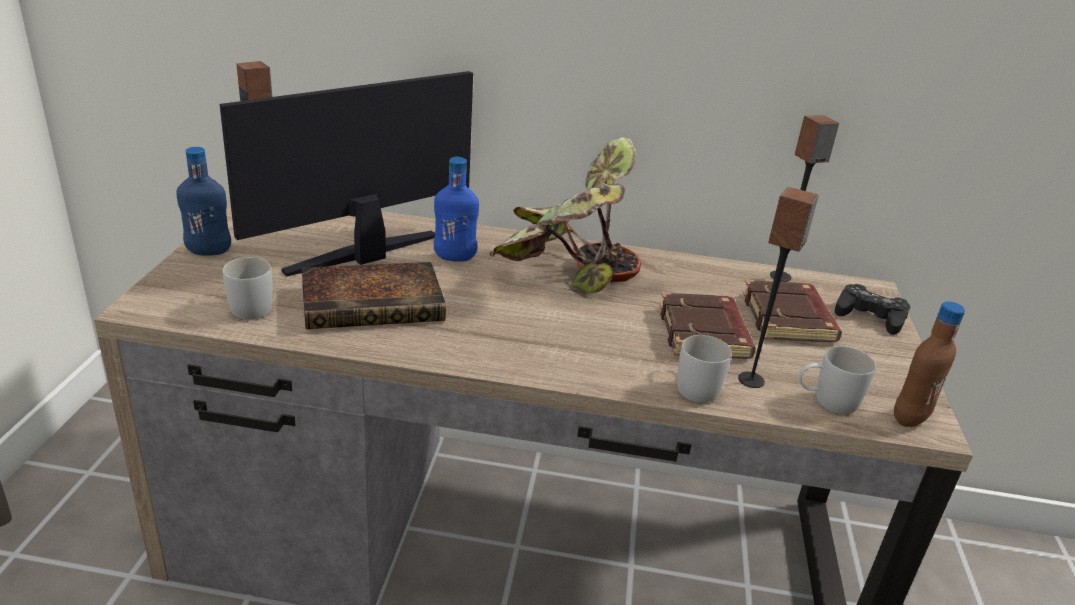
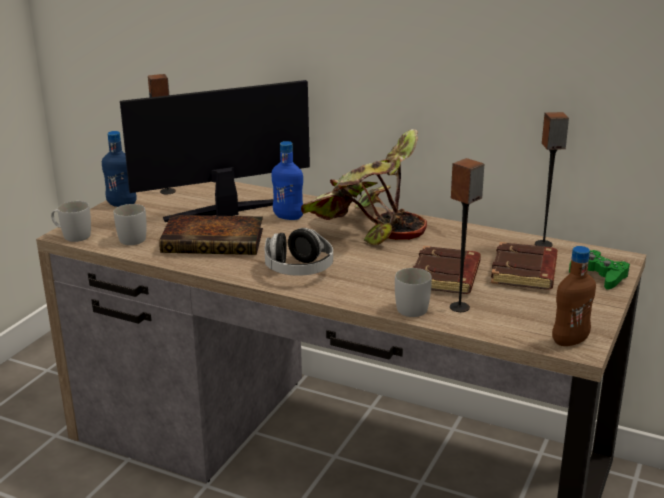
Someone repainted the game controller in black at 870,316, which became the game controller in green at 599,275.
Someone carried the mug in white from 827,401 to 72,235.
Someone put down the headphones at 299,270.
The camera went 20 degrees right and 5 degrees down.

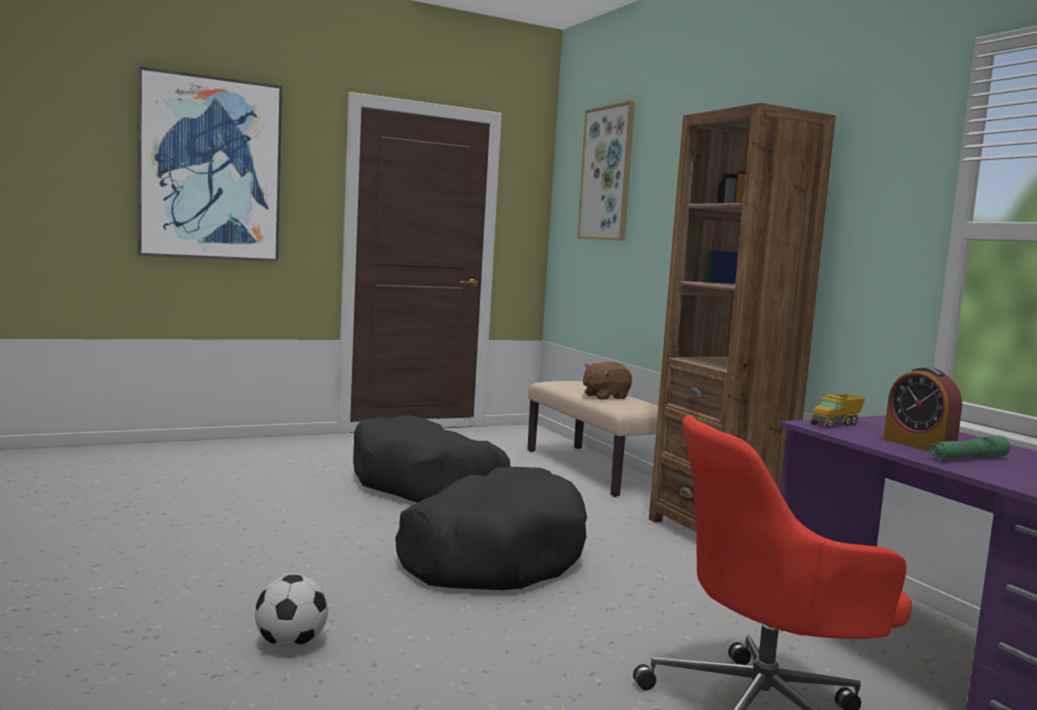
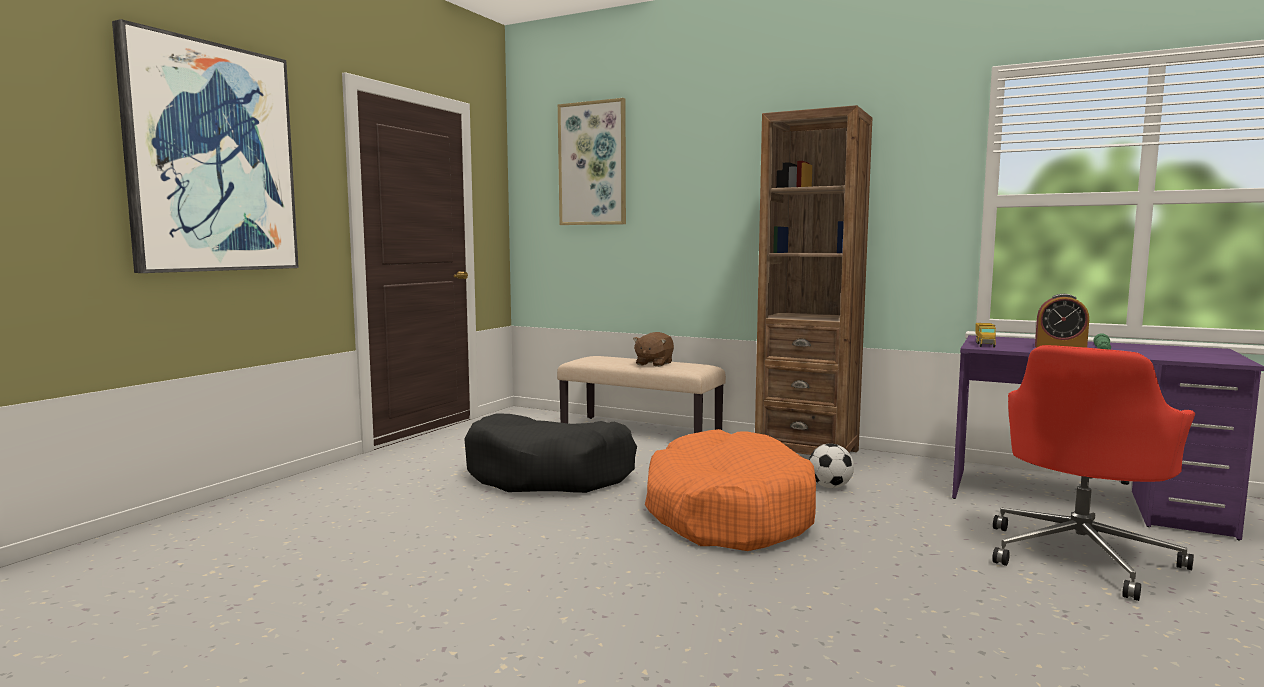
Someone repainted the dog bed in black at 492,554, which became the dog bed in orange at 727,514.
Someone carried the football from 291,644 to 830,487.
The camera went 35 degrees left and 0 degrees up.

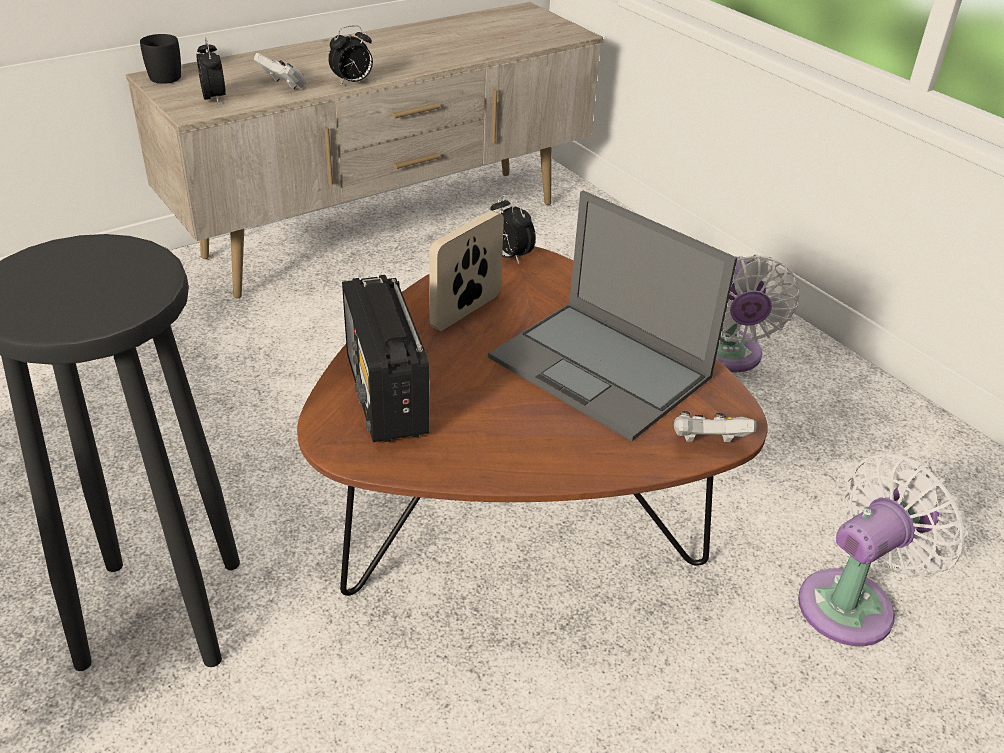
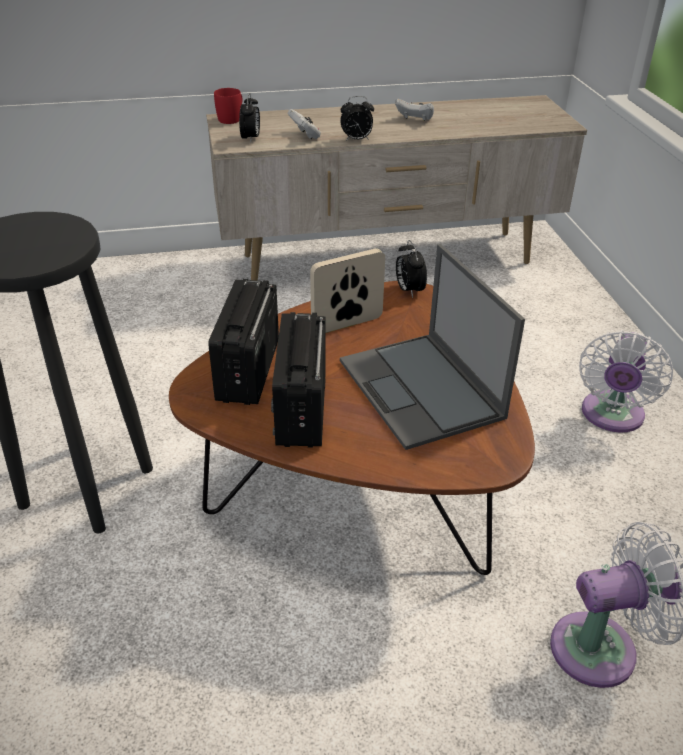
Someone repainted the mug in black at 167,75, which became the mug in red at 232,118.
Someone carried the game controller in white from 707,443 to 415,120.
Someone put down the radio at 301,409.
The camera went 25 degrees right and 0 degrees up.

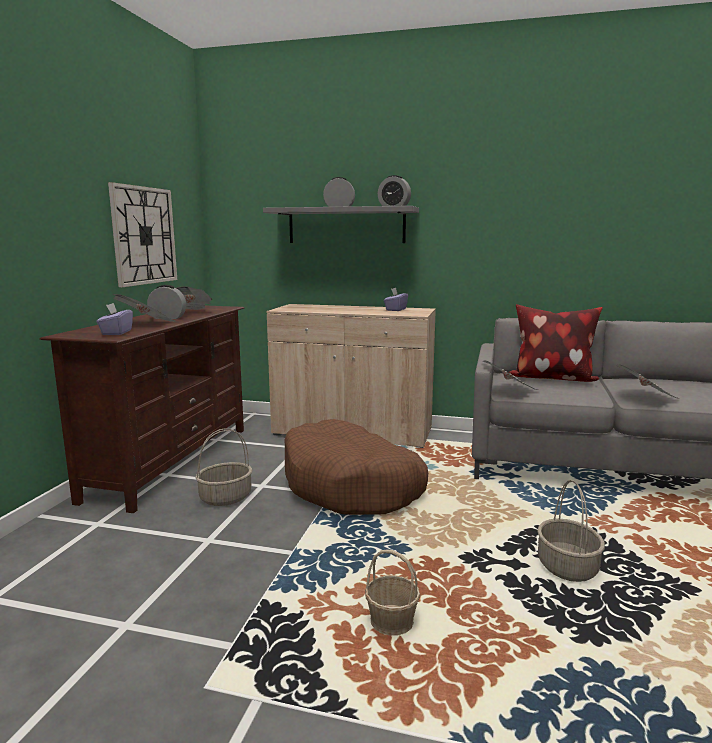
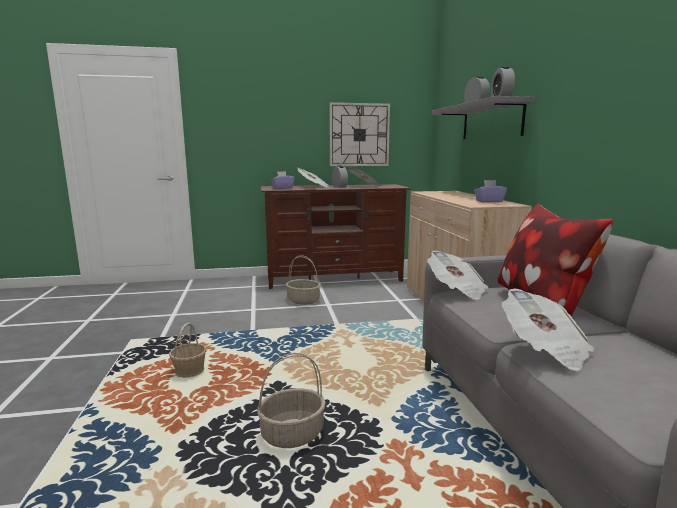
Someone took away the dog bed in brown at 351,485.
The camera went 65 degrees right and 0 degrees up.

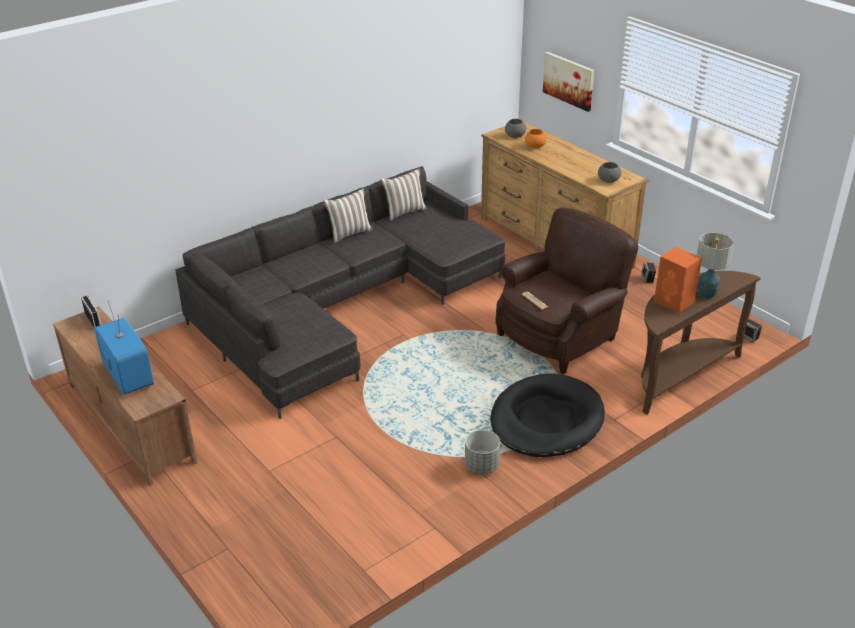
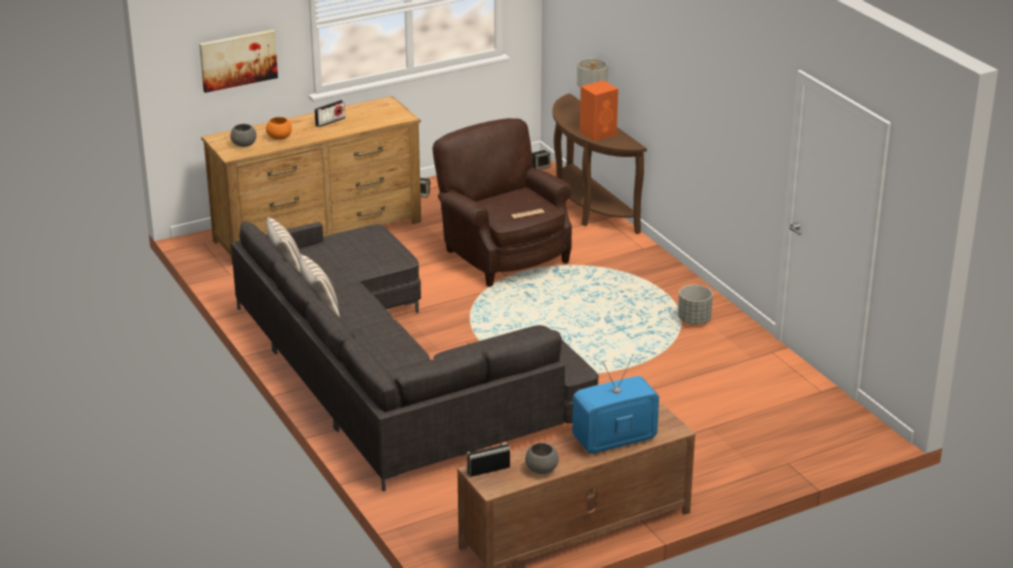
Someone carried the bowl in grey from 608,180 to 541,469.
Someone took away the dog bed in black at 546,420.
Someone put down the radio at 330,122.
The camera went 80 degrees left and 5 degrees down.

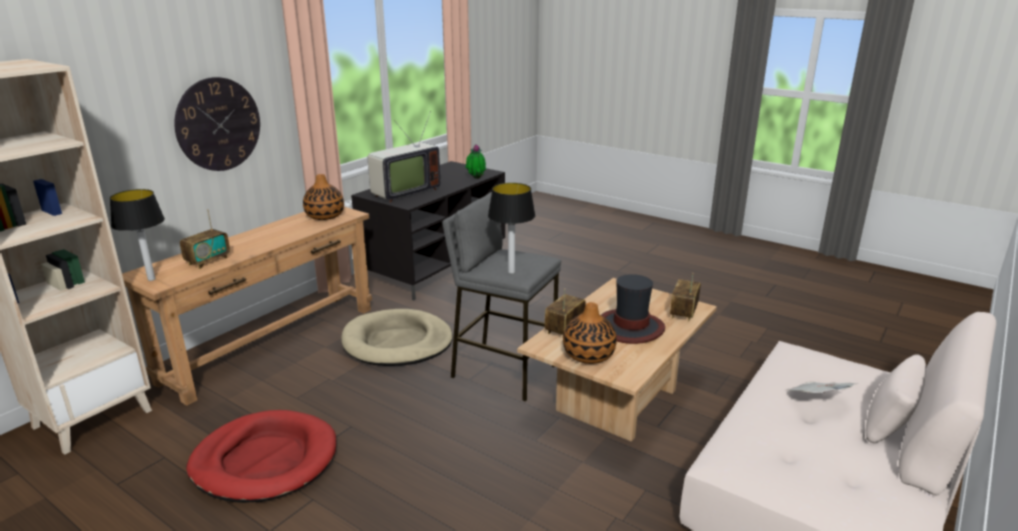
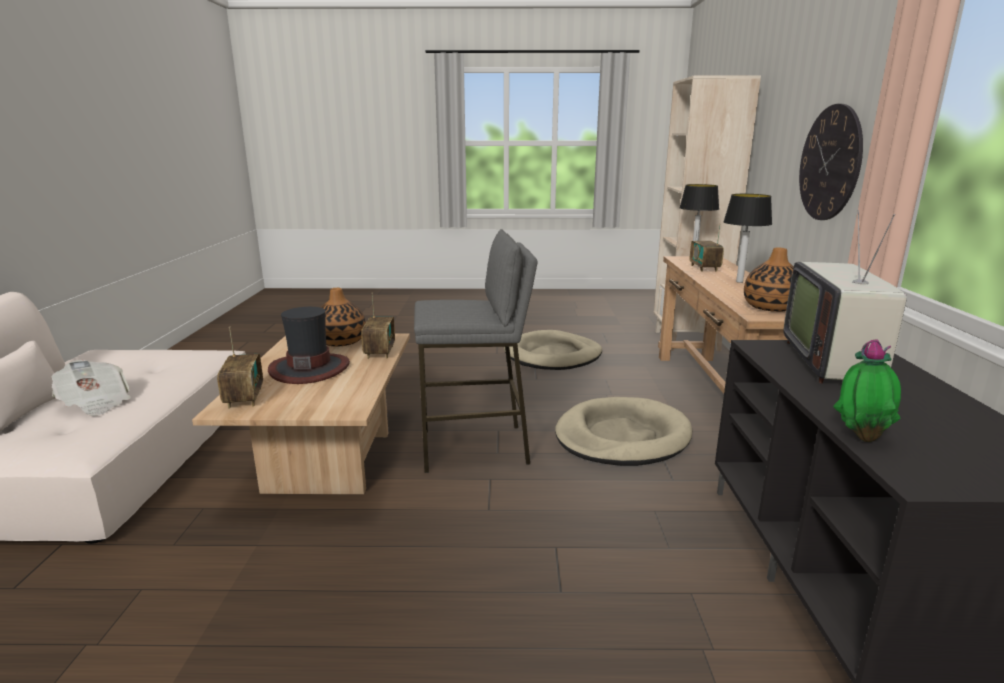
Someone carried the table lamp from 511,272 to 739,281.
Someone repainted the dog bed in red at 265,460, which became the dog bed in beige at 553,355.
The camera went 145 degrees right and 5 degrees down.

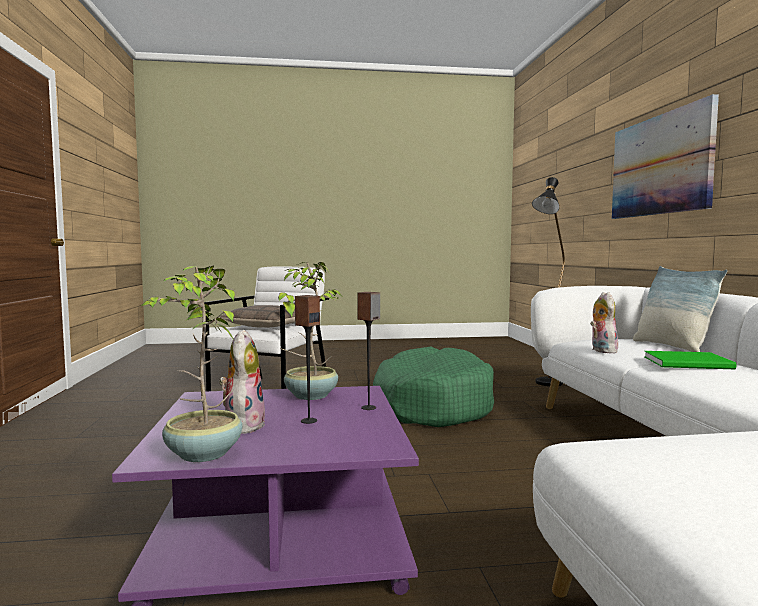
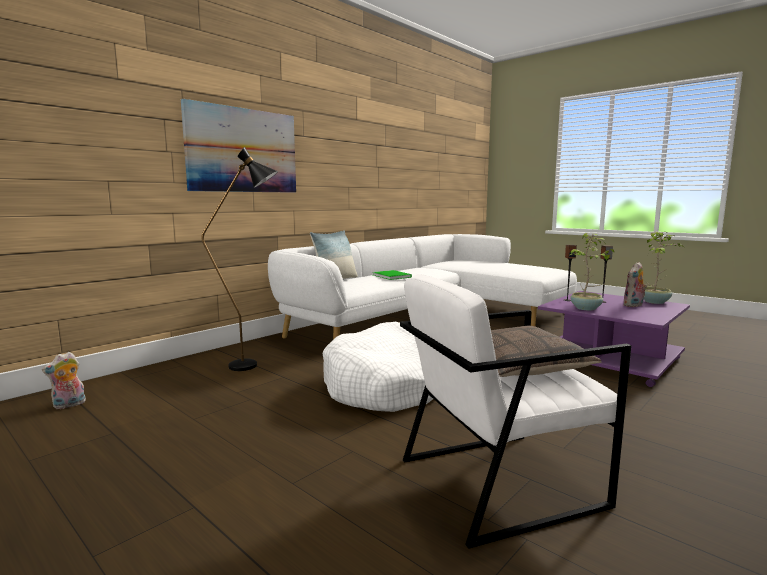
Someone carried the plush toy from 601,350 to 69,405.
Someone repainted the dog bed in green at 432,405, which became the dog bed in white at 389,385.
The camera went 130 degrees left and 5 degrees up.

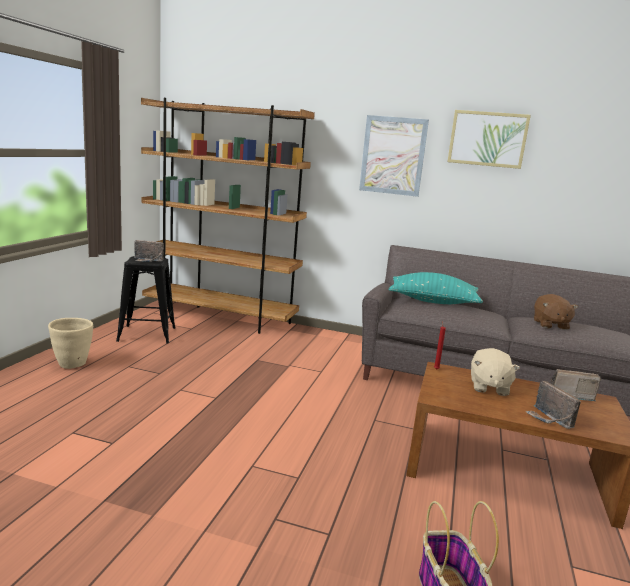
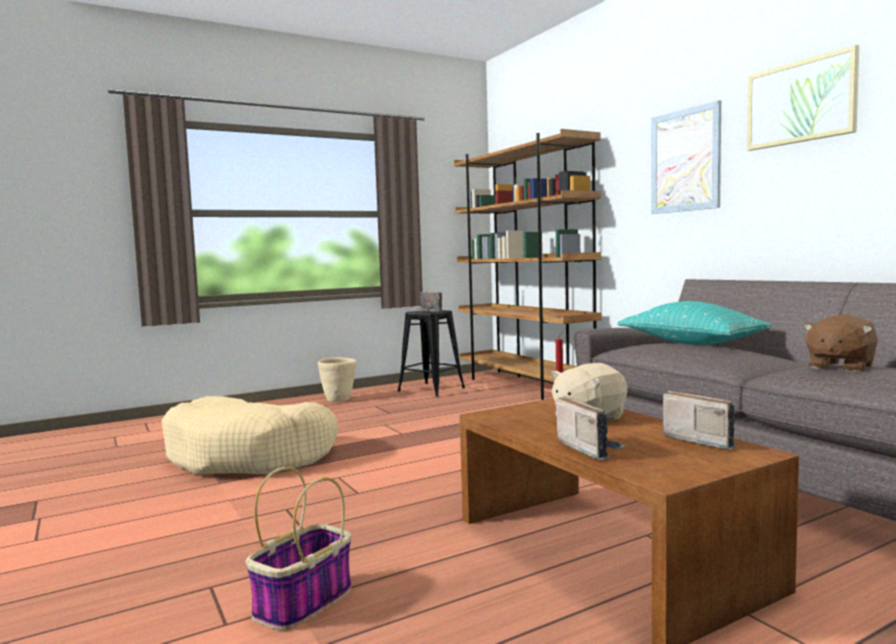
Someone rotated the radio at 548,419 by 135 degrees clockwise.
Someone put down the dog bed in beige at 252,456.
The camera went 45 degrees right and 10 degrees down.

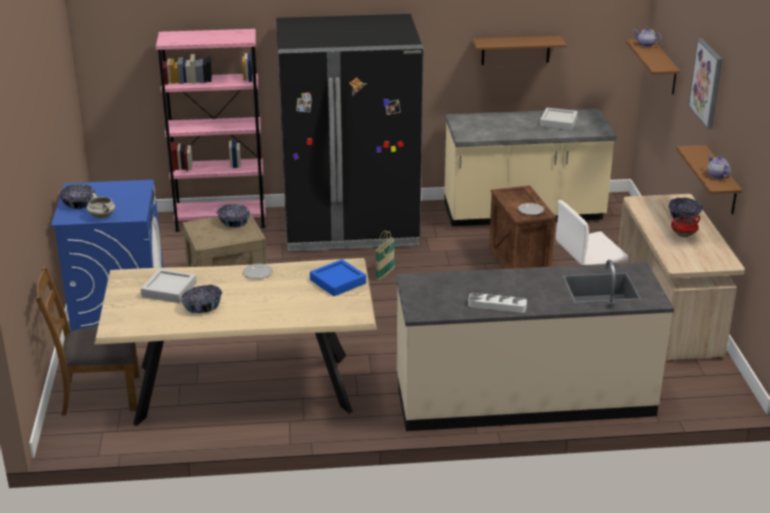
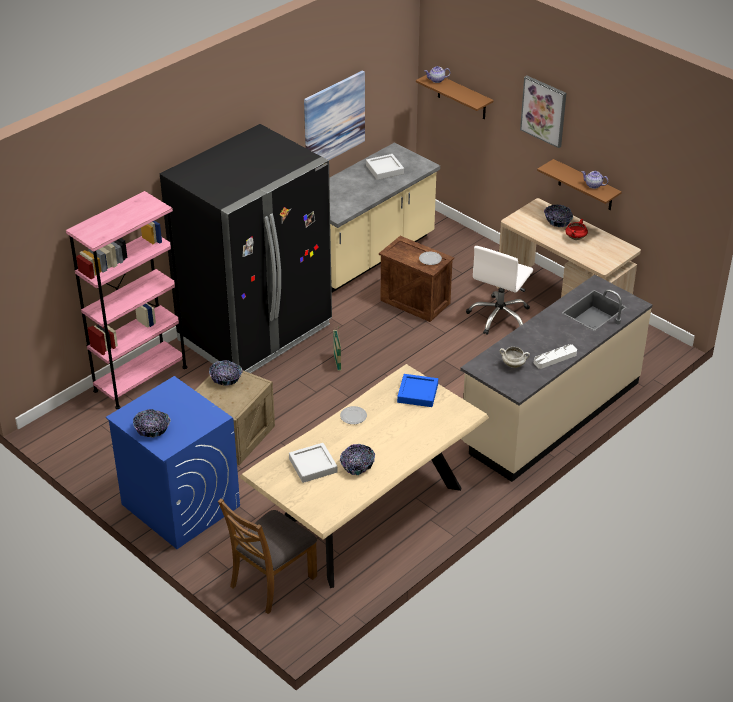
Someone swapped the shelf in brown at 515,50 for the picture at 334,120.
Someone carried the cooking pot in white from 102,216 to 513,364.
The camera went 40 degrees left and 10 degrees up.

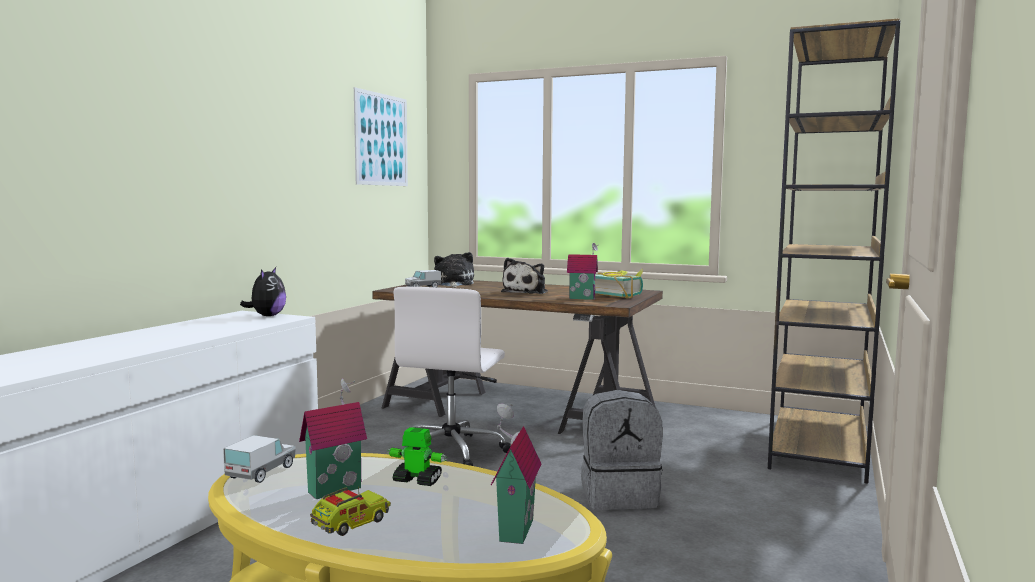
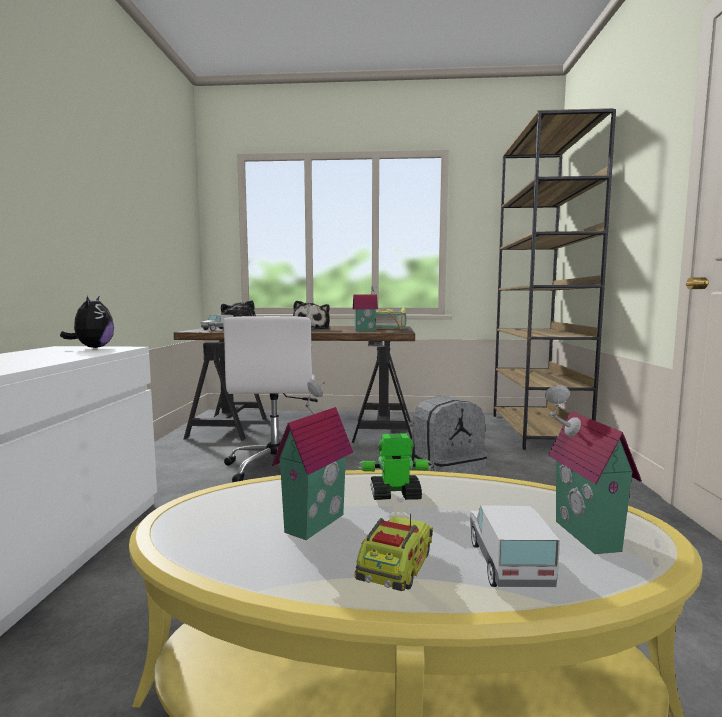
Someone took away the picture at 381,139.
Someone carried the toy truck from 261,472 to 507,565.
The camera went 20 degrees left and 0 degrees up.

